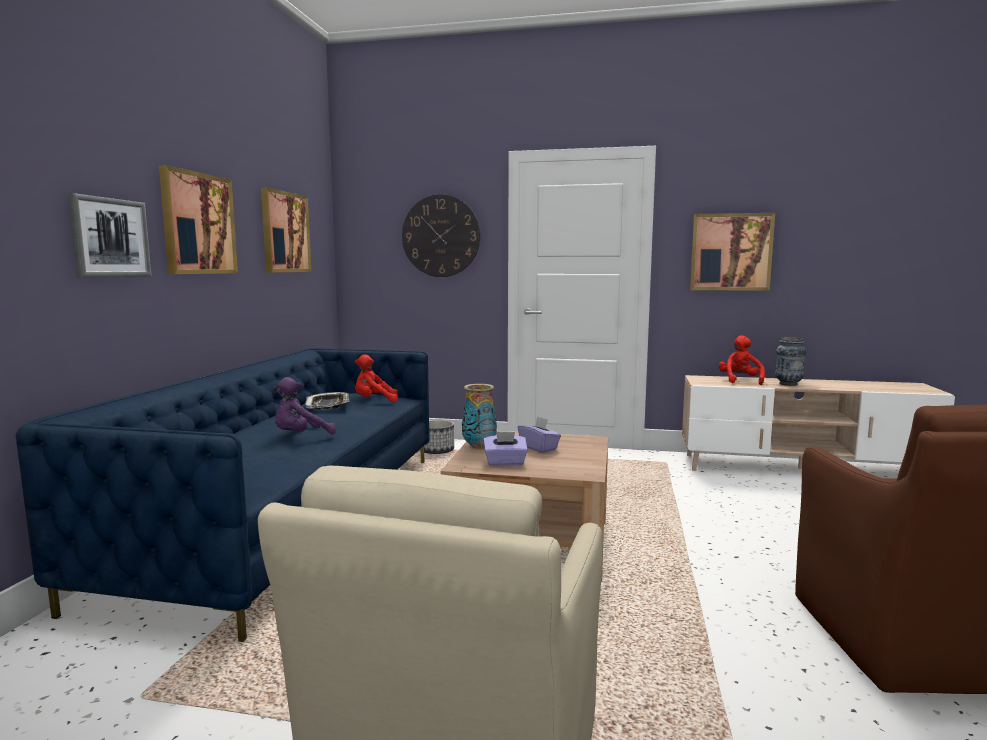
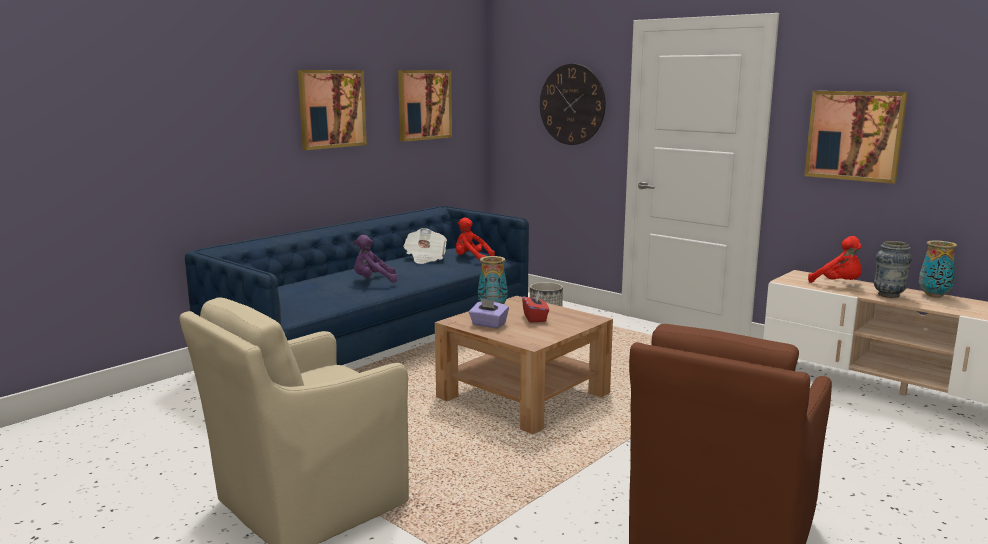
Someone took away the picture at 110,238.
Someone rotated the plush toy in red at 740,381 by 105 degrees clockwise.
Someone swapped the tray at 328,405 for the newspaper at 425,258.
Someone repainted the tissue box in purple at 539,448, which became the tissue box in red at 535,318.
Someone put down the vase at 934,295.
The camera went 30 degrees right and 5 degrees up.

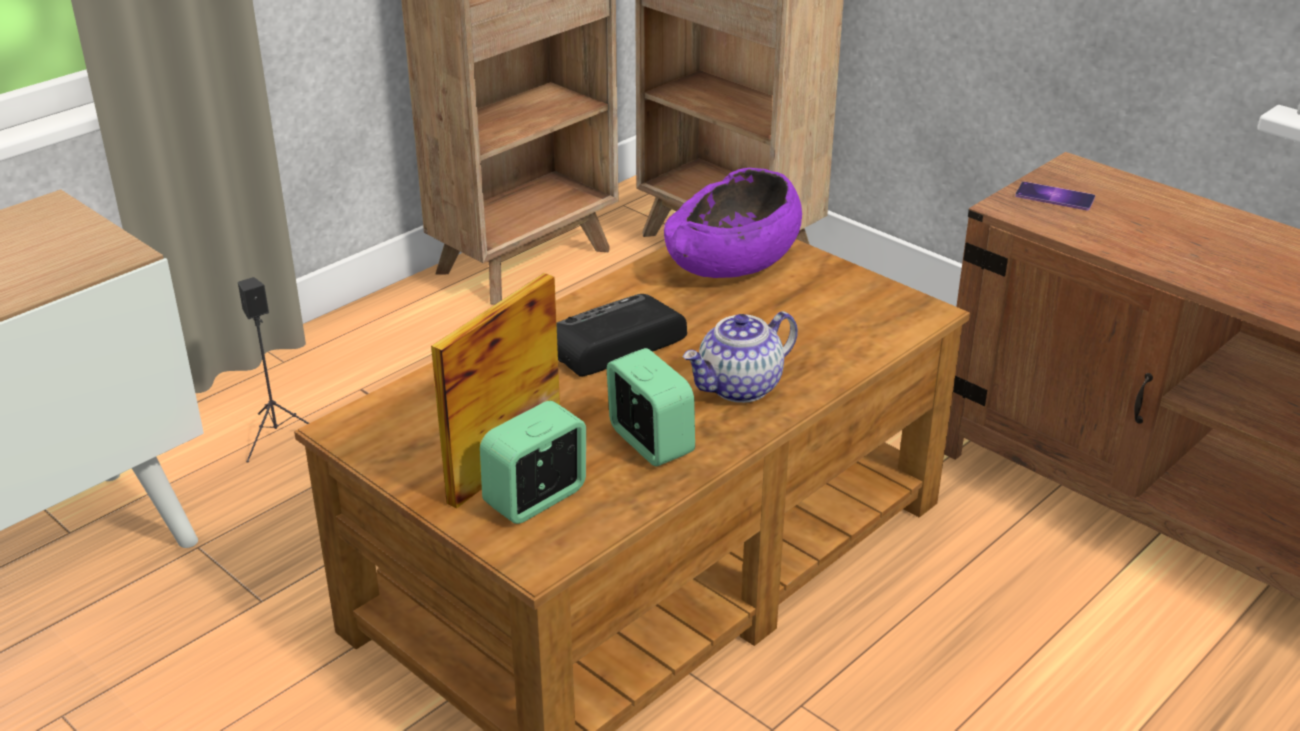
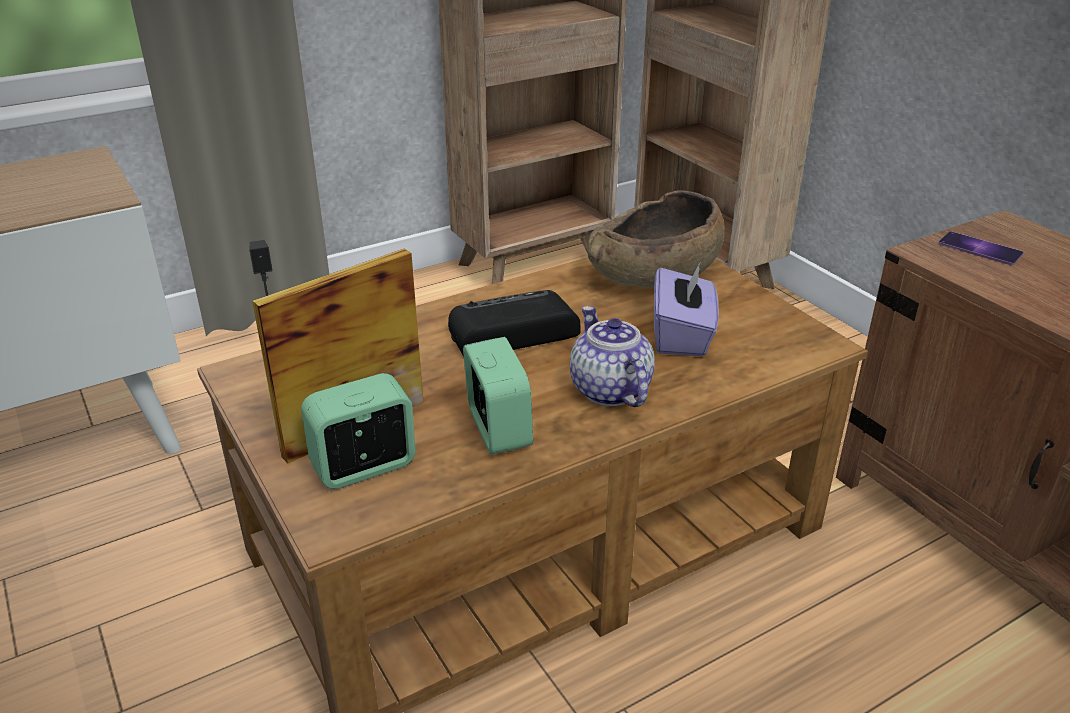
Someone repainted the bowl in purple at 733,260, which became the bowl in brown at 655,273.
Someone rotated the teapot at 740,387 by 90 degrees clockwise.
Someone put down the tissue box in purple at 682,336.
The camera went 15 degrees right and 0 degrees up.

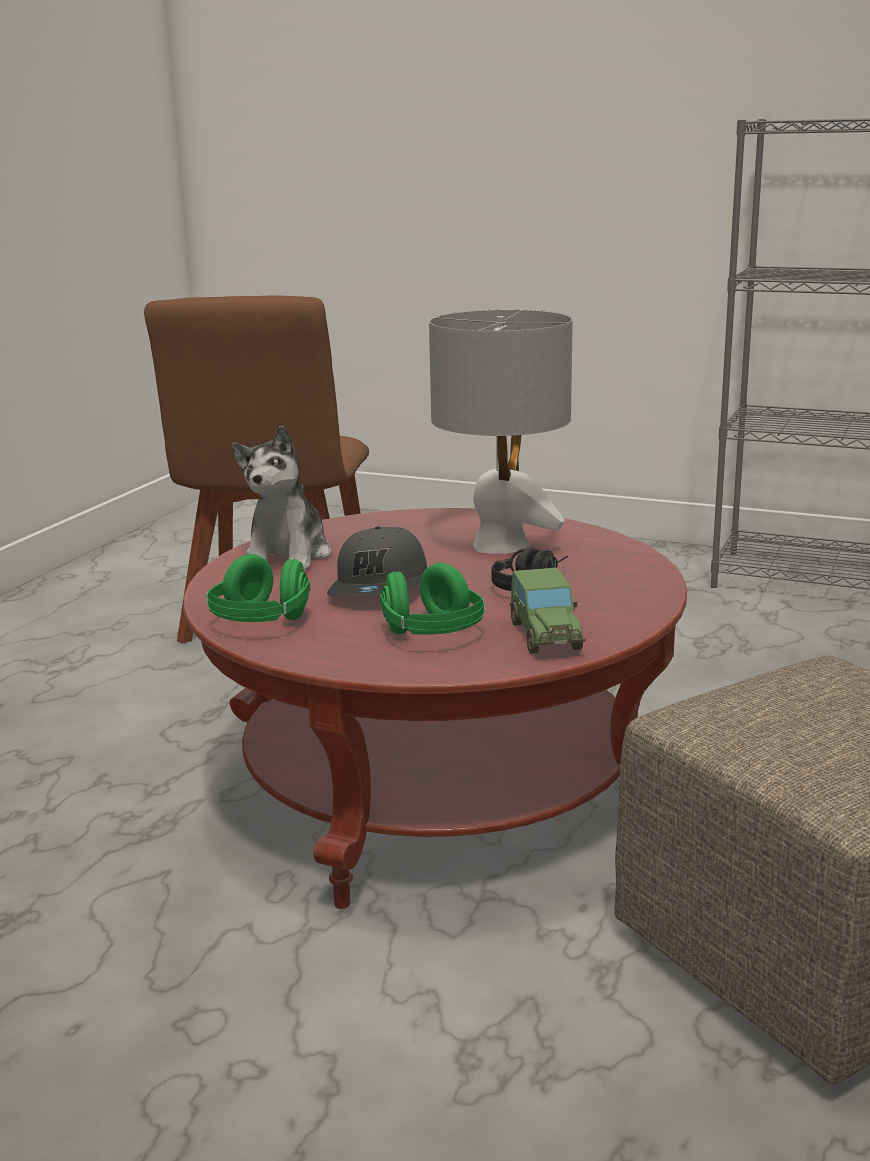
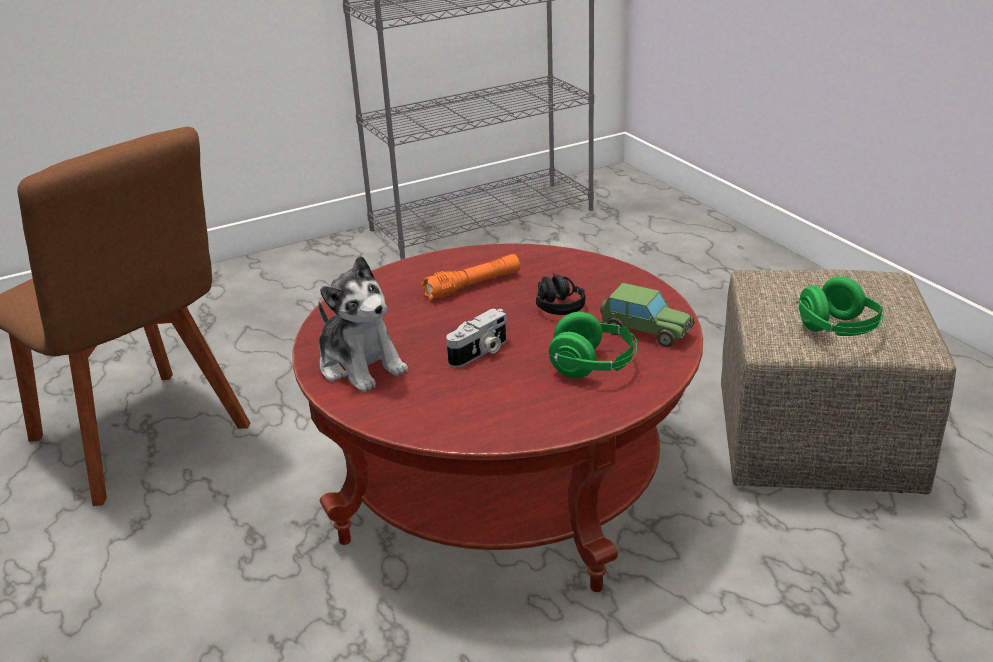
Someone swapped the table lamp in grey at 501,545 for the flashlight in orange at 473,286.
Someone swapped the cap in grey at 381,586 for the photo camera at 480,353.
Someone carried the headphones in green from 261,623 to 838,330.
The camera went 50 degrees left and 10 degrees up.

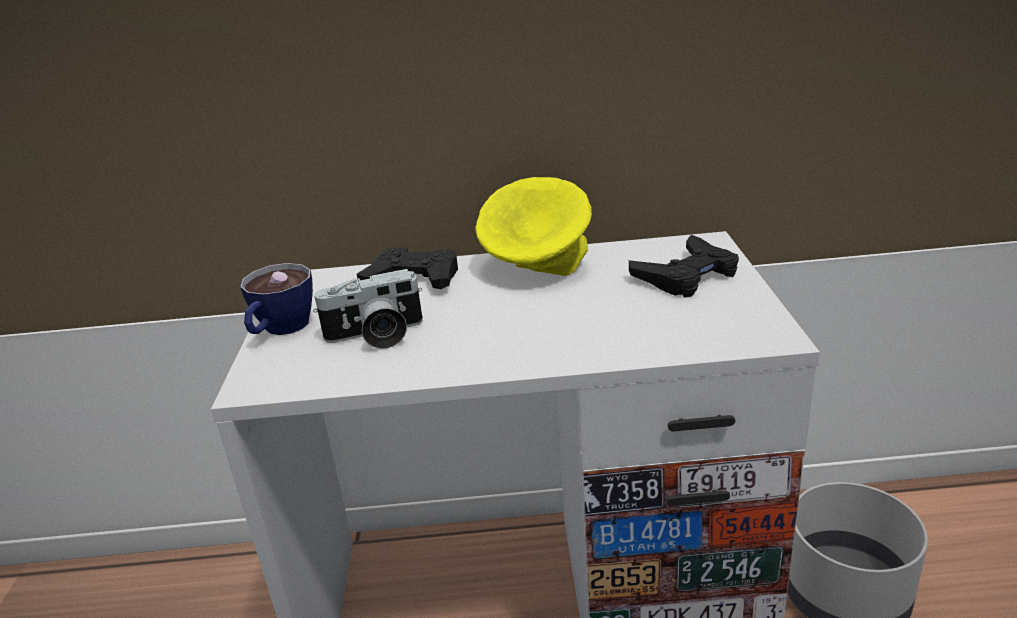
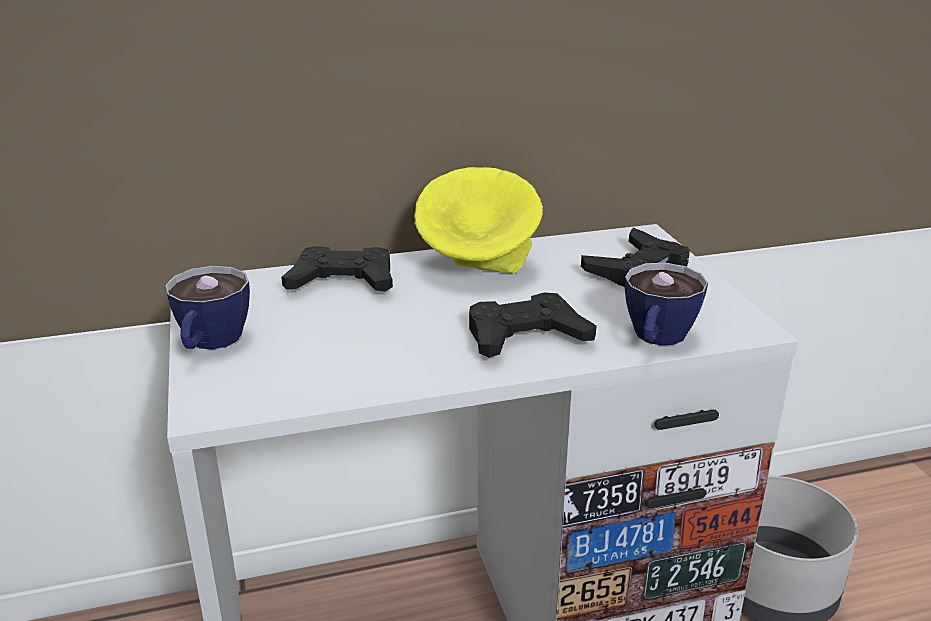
Someone took away the photo camera at 376,336.
Someone put down the cup at 656,339.
Someone put down the game controller in black at 525,336.
The camera went 15 degrees left and 0 degrees up.

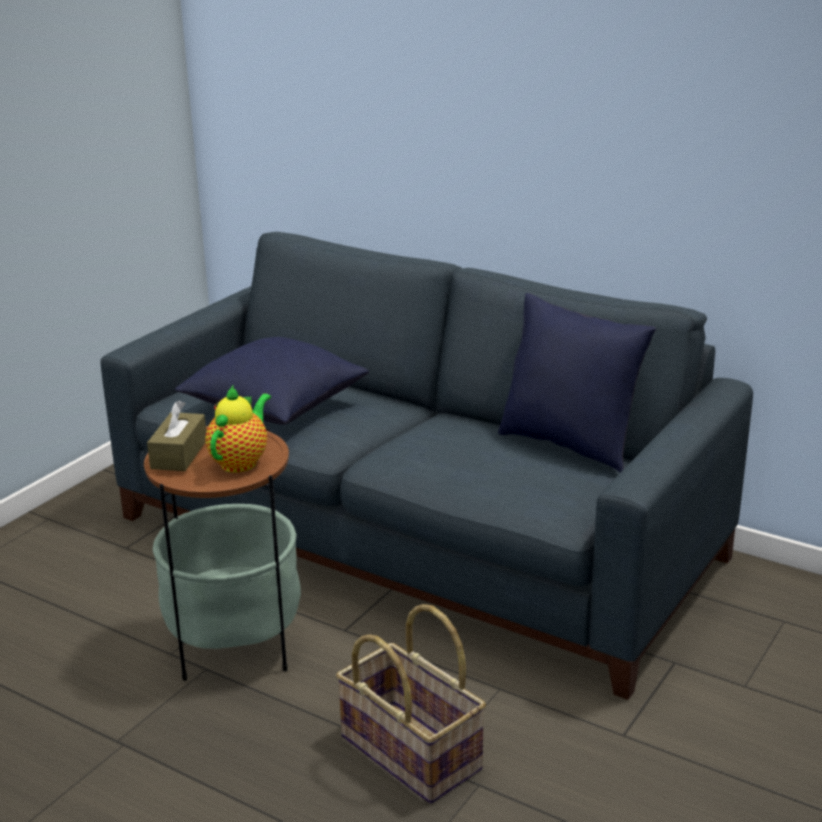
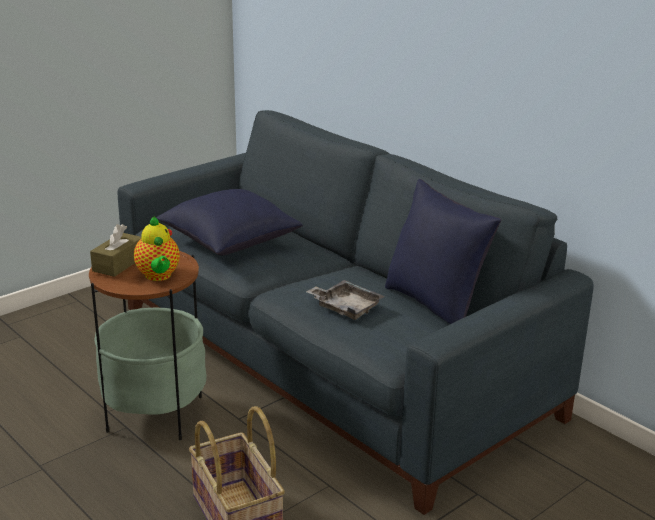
Someone rotated the teapot at 241,461 by 120 degrees clockwise.
Someone put down the tray in grey at 346,307.
The camera went 15 degrees right and 0 degrees up.

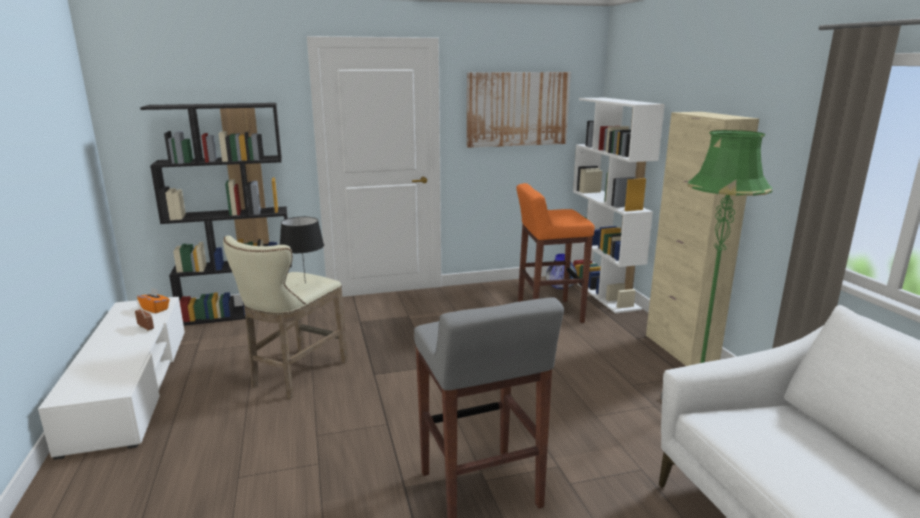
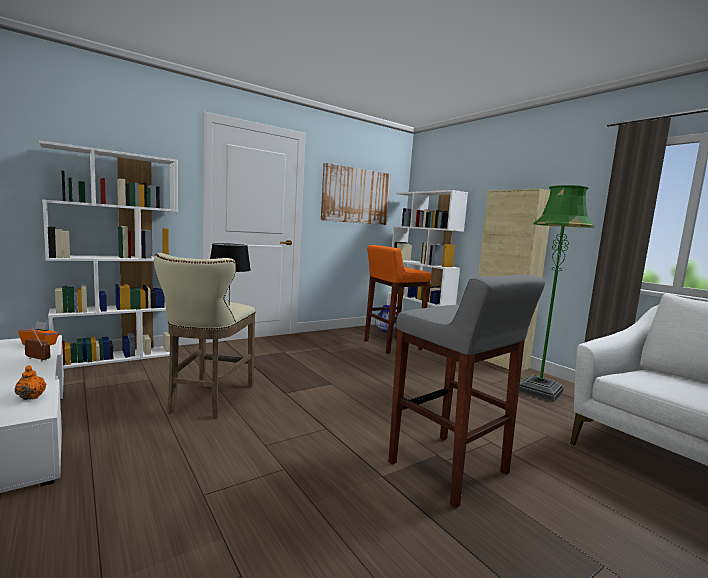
Someone repainted the bookcase in black at 240,313, which became the bookcase in white at 118,357.
Someone put down the teapot in orange at 31,397.
The camera went 20 degrees left and 10 degrees down.

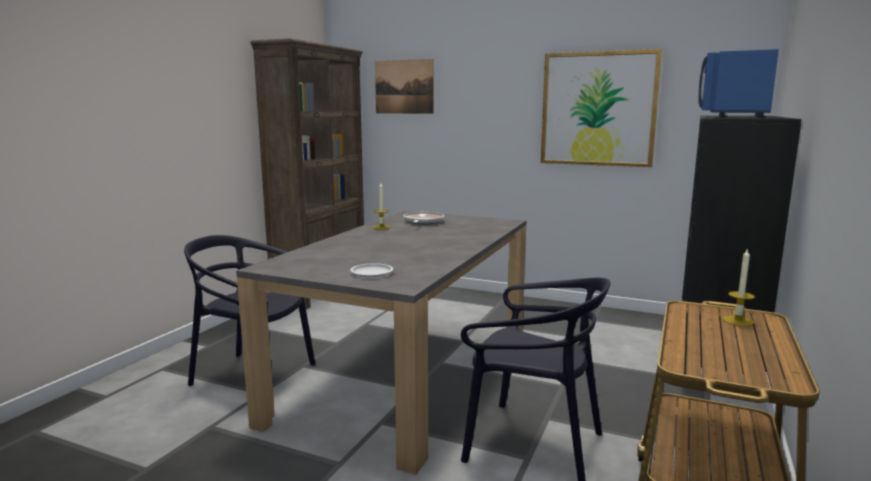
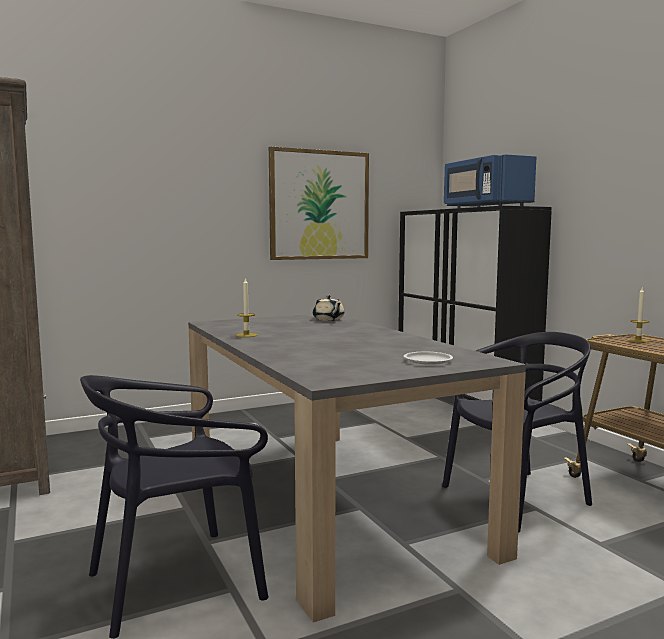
Someone took away the picture at 404,87.
Someone took away the frying pan at 423,222.
Someone put down the teapot in beige at 328,319.
The camera went 50 degrees left and 5 degrees down.

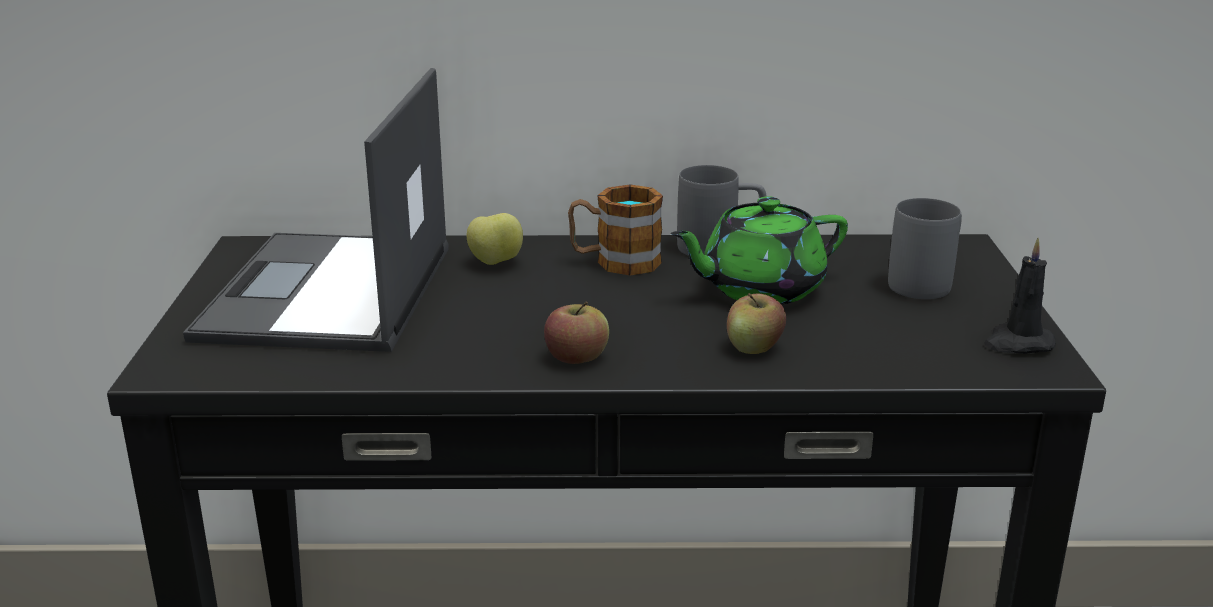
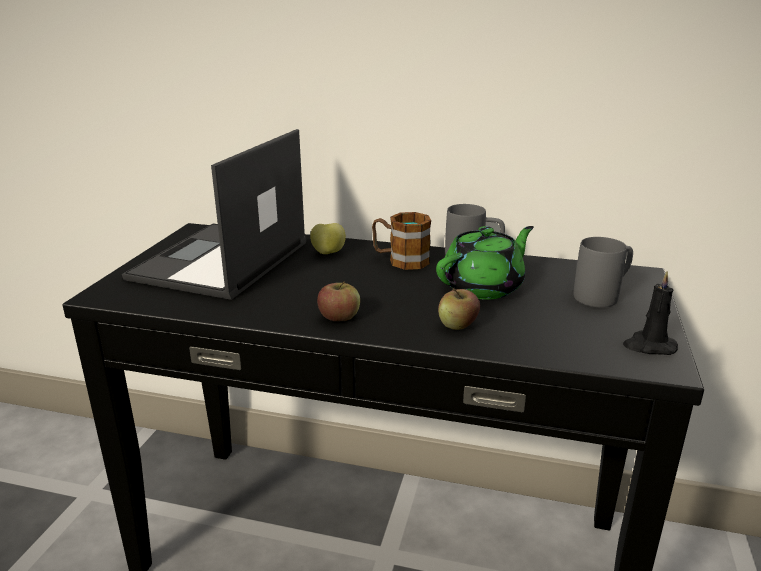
Someone rotated the teapot in green at 759,289 by 150 degrees clockwise.
The camera went 15 degrees right and 0 degrees up.

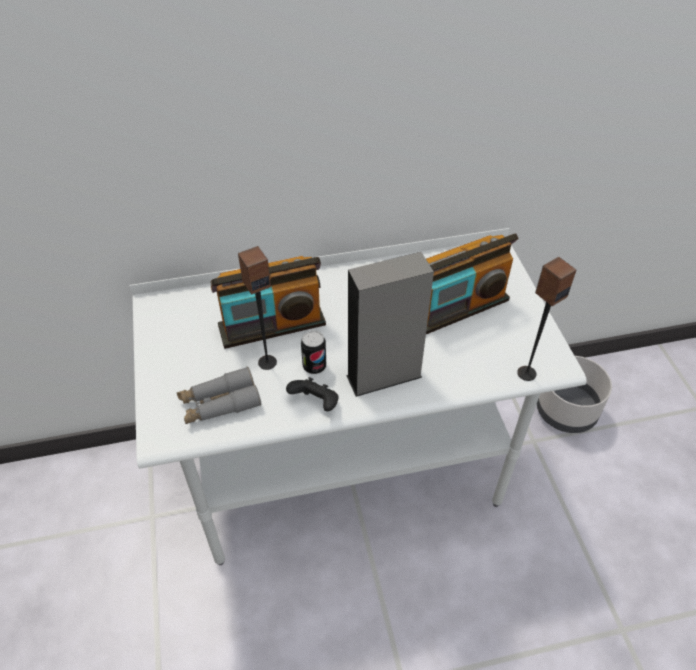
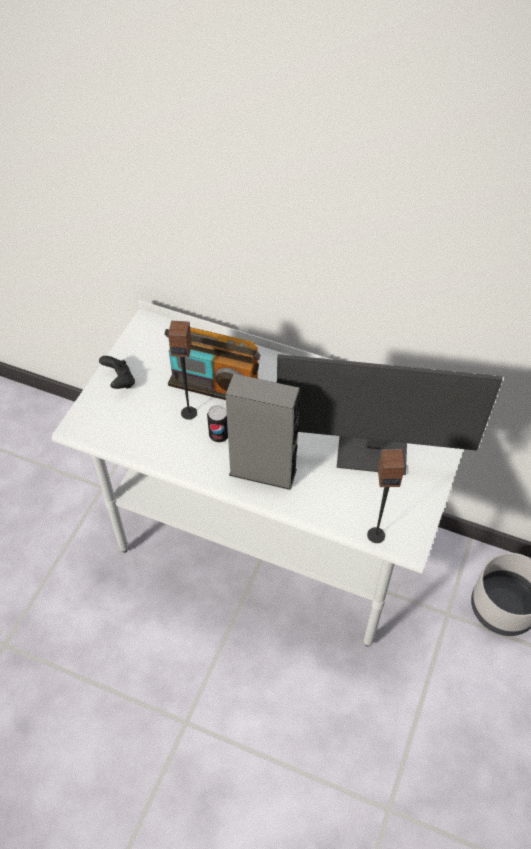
Someone swapped the radio at 459,307 for the monitor at 372,450.
Someone took away the binoculars in grey at 219,403.
Someone carried the game controller in black from 316,403 to 120,381.
The camera went 35 degrees right and 5 degrees up.

